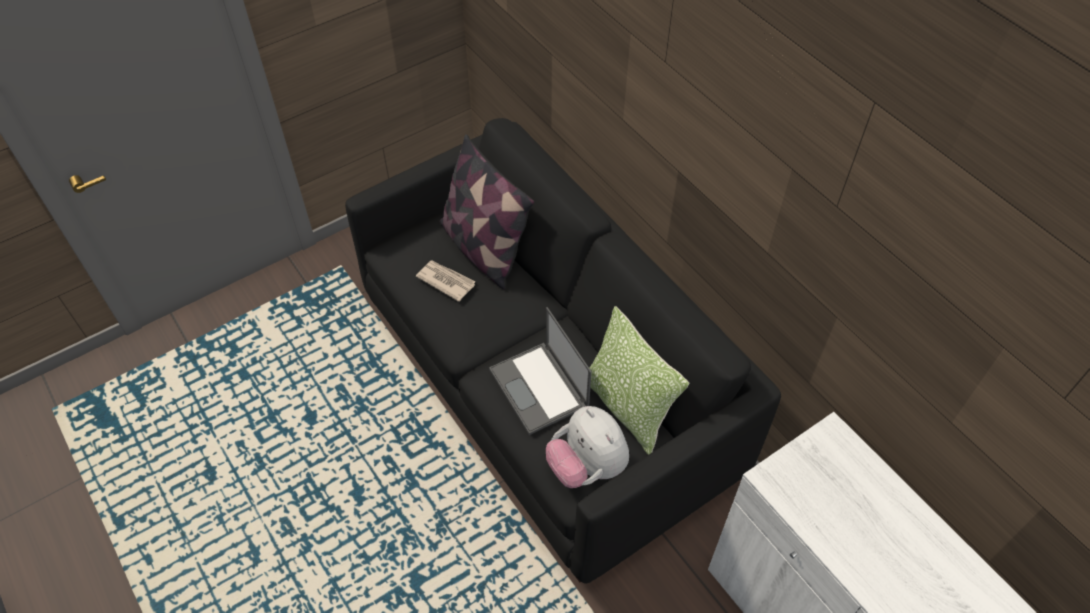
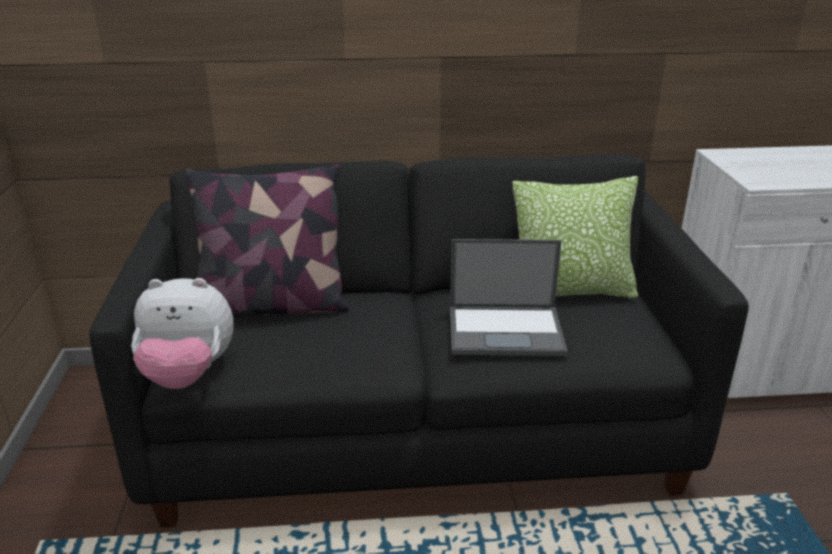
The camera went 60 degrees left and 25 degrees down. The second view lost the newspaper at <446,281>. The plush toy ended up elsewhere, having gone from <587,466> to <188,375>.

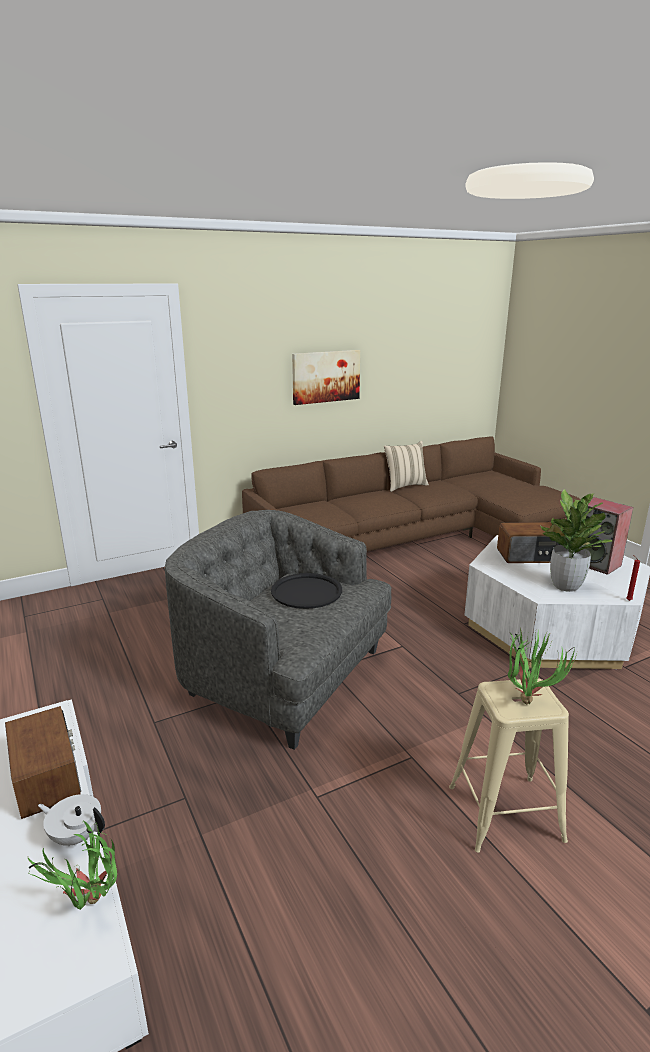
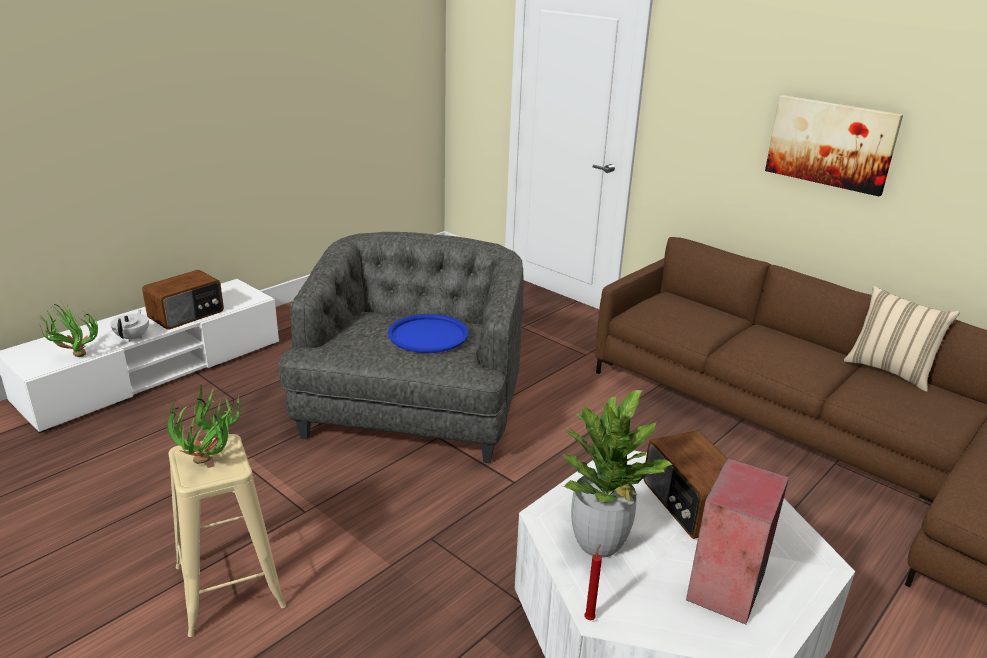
The camera went 70 degrees right and 5 degrees up. What was the tray in black at <306,592> turned into the tray in blue at <428,334>.

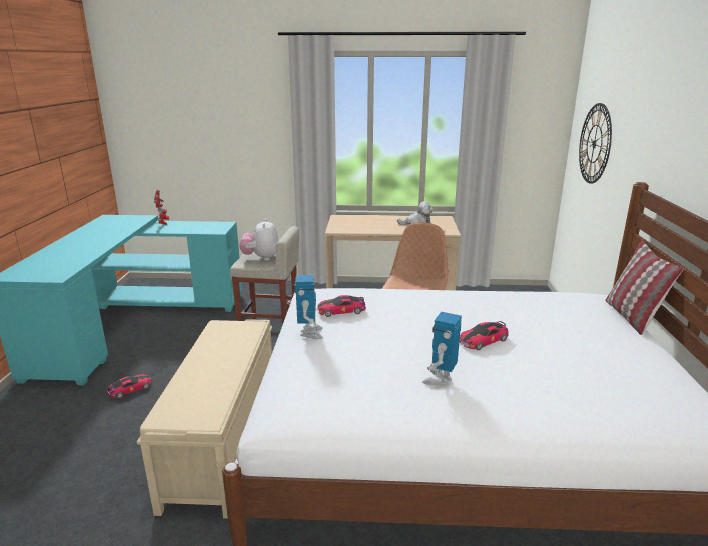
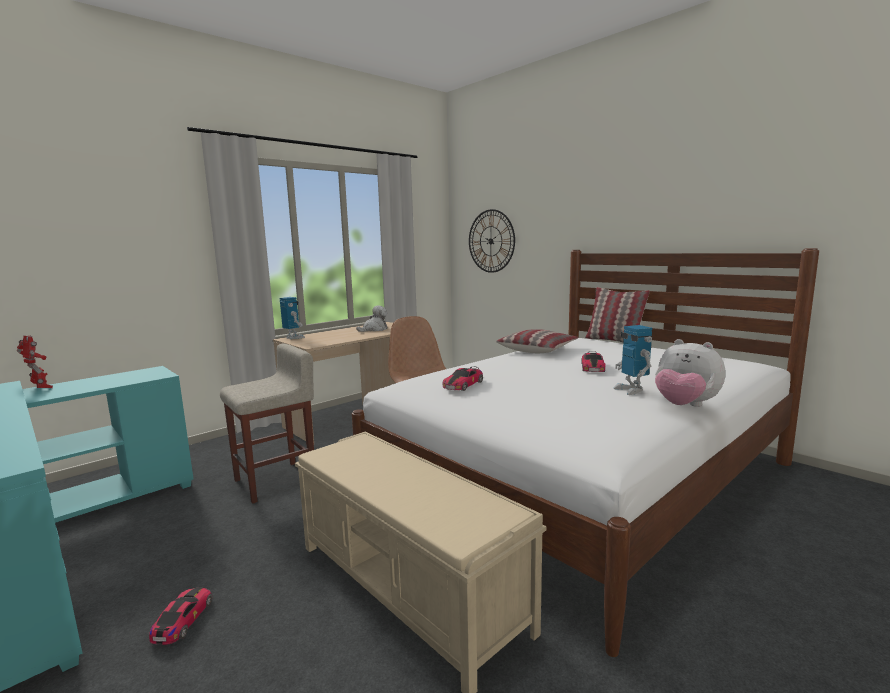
The camera went 45 degrees left and 10 degrees down. The plush toy ended up elsewhere, having gone from <261,258> to <685,406>. The toy robot ended up elsewhere, having gone from <309,333> to <293,338>. The second view gained the pillow at <537,349>.

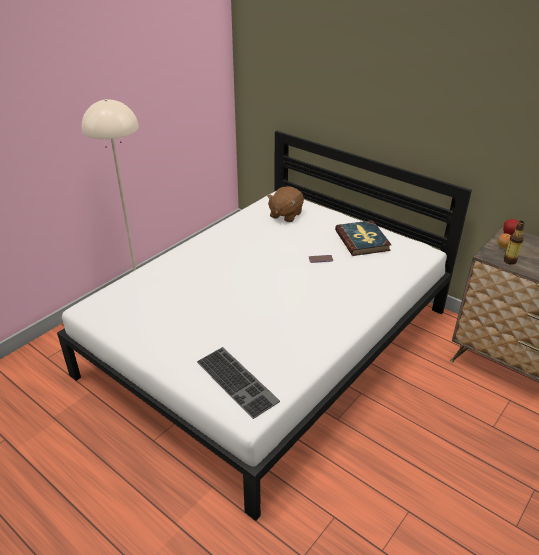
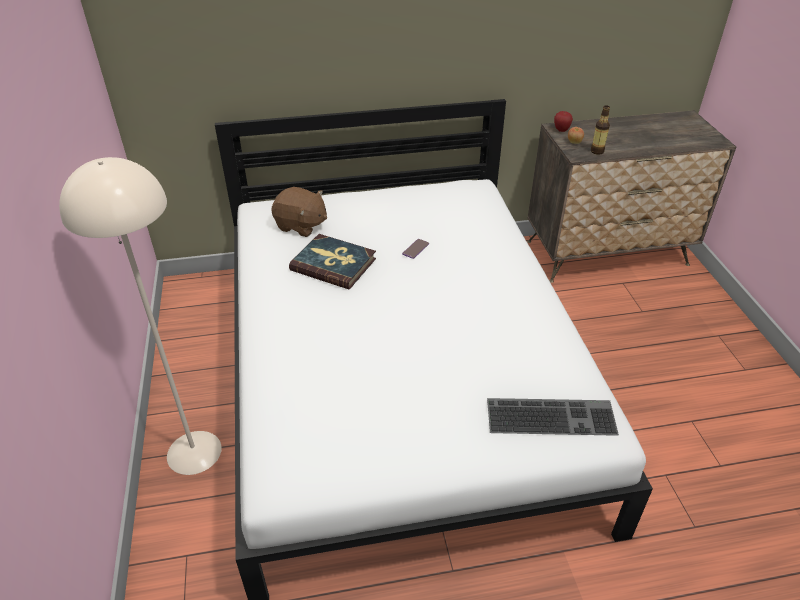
The camera went 50 degrees left and 5 degrees up. The plush toy in brown at <285,215> ended up facing another way, 45 degrees counterclockwise from before. The book ended up elsewhere, having gone from <362,240> to <333,264>.

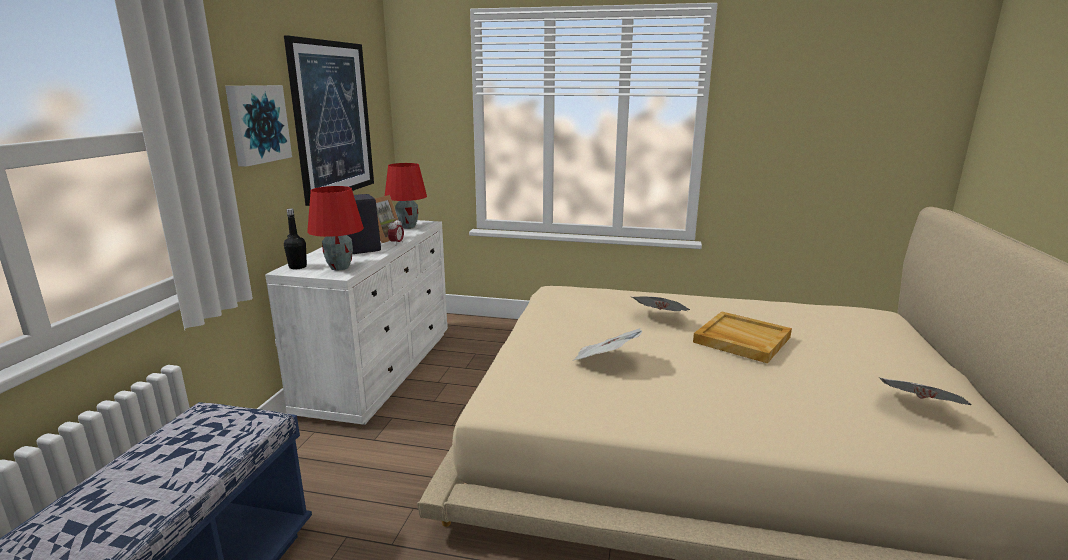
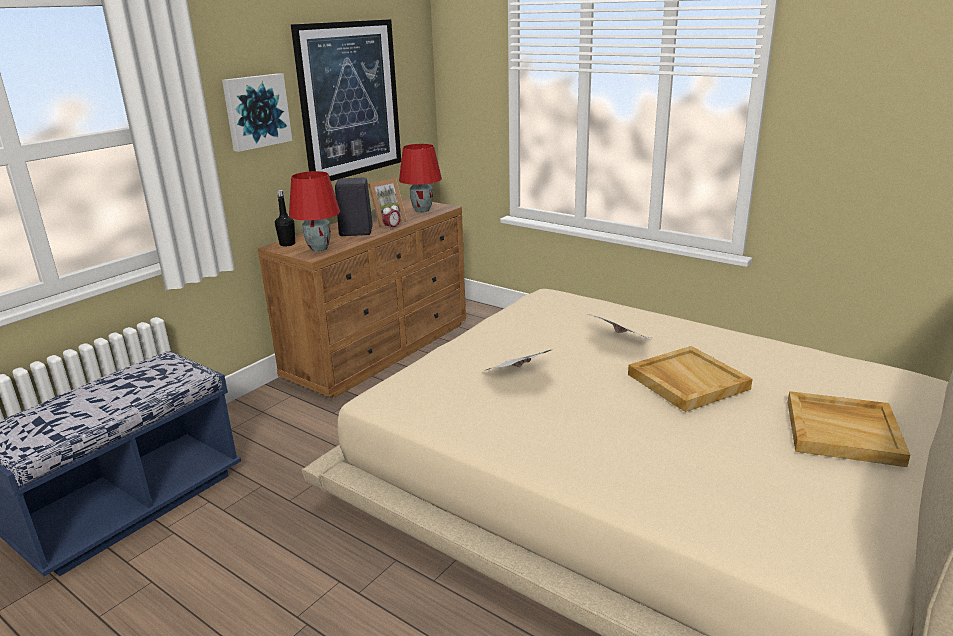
The camera went 25 degrees right and 5 degrees up. What was the dresser in white at <380,369> turned into the dresser in brown at <380,349>. The second view lost the newspaper at <918,410>. The second view gained the tray in beige at <843,431>.

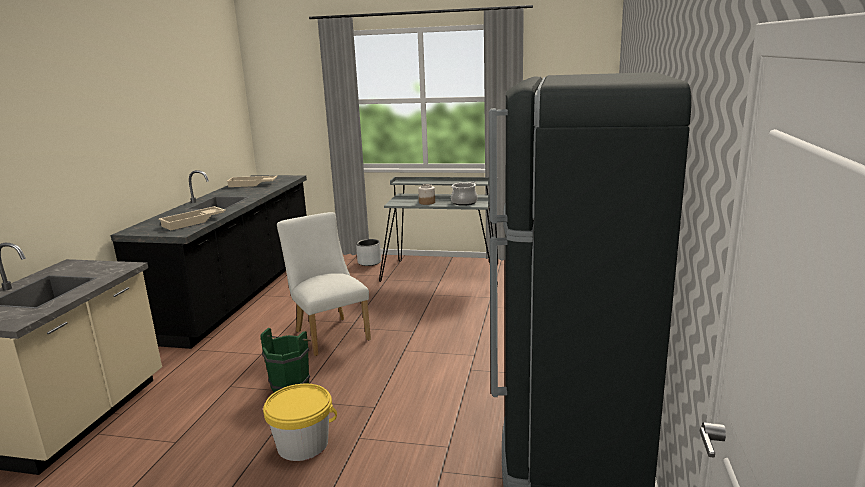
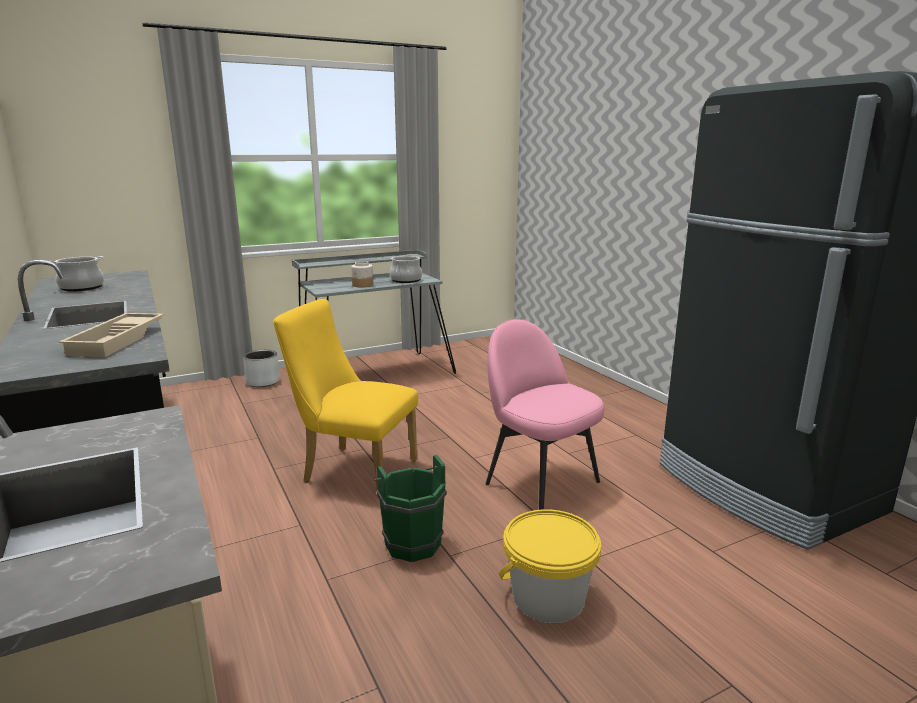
The camera went 40 degrees left and 0 degrees up. Where the tray in beige stood at <252,184>, the cooking pot came to stand at <81,288>. What was the chair in white at <329,333> turned into the chair in yellow at <353,470>. The second view gained the chair in pink at <540,481>.

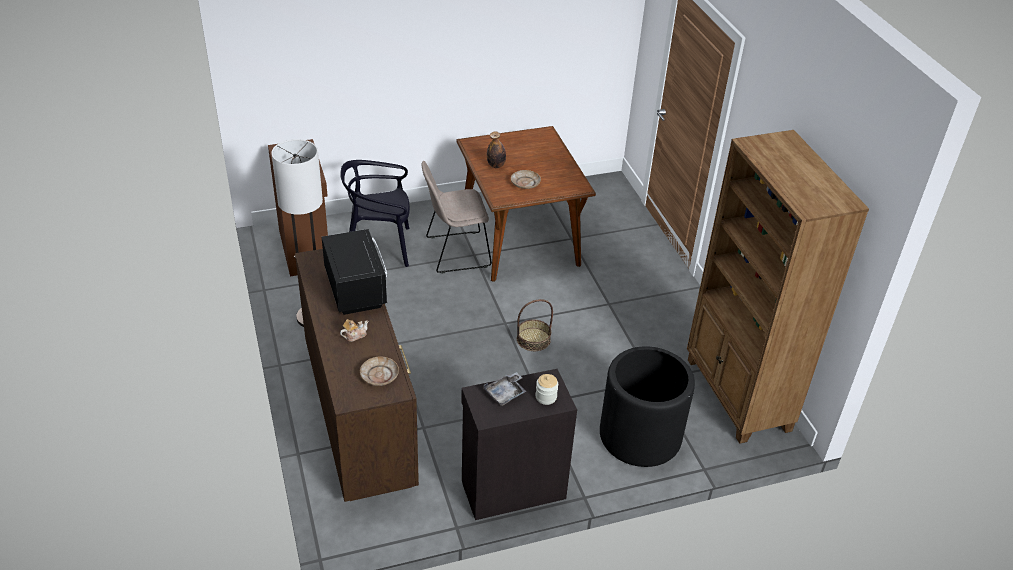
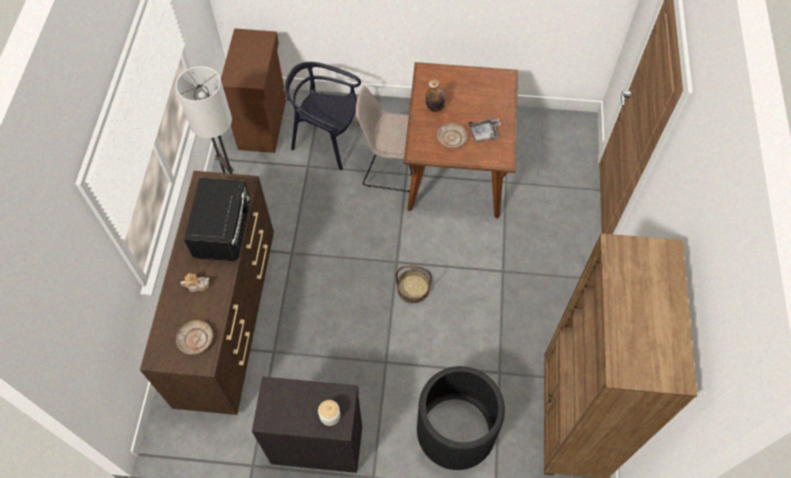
The camera went 25 degrees right and 20 degrees up. The tray in grey ended up elsewhere, having gone from <505,393> to <484,133>.

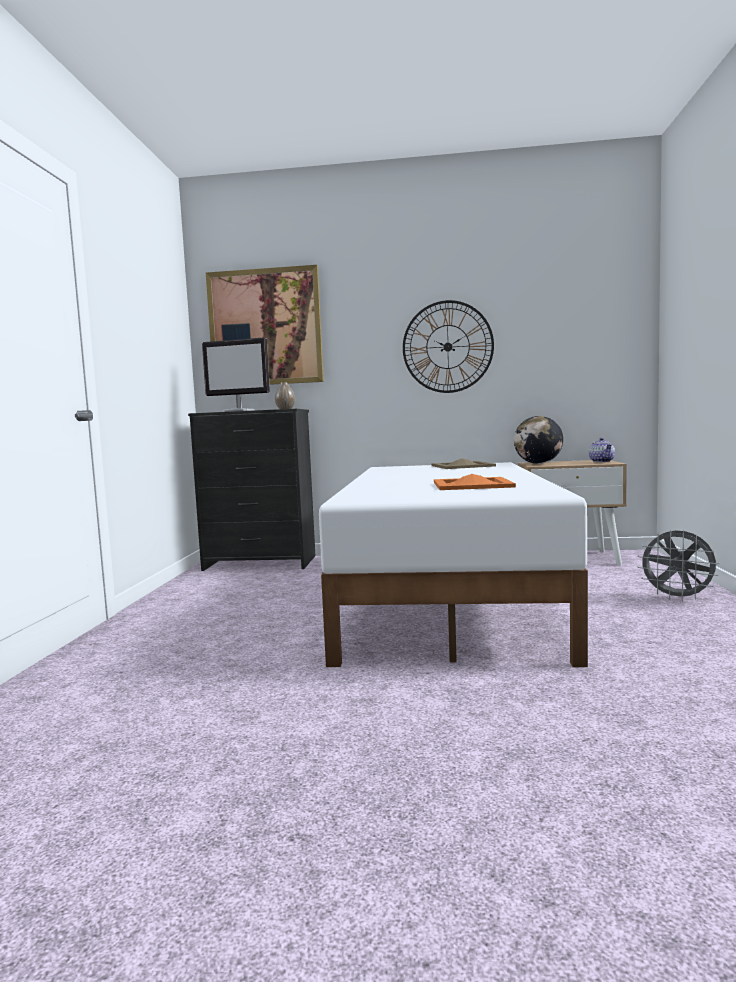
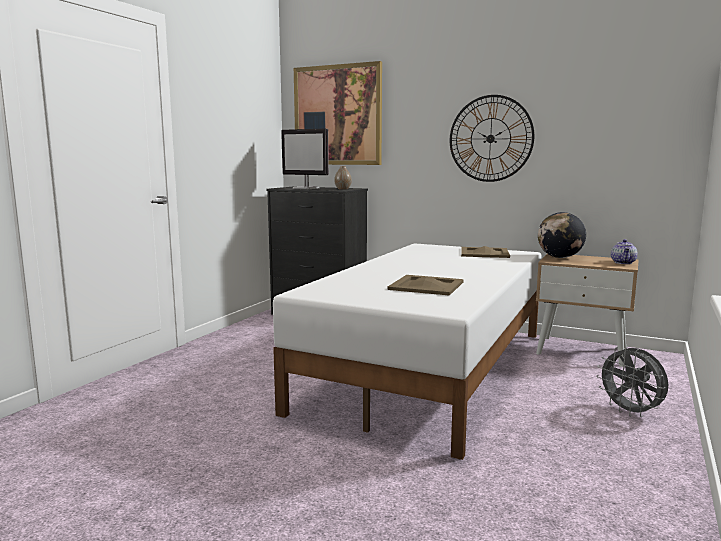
The camera went 20 degrees right and 5 degrees up. What was the tray in orange at <472,484> turned into the tray in beige at <427,285>.

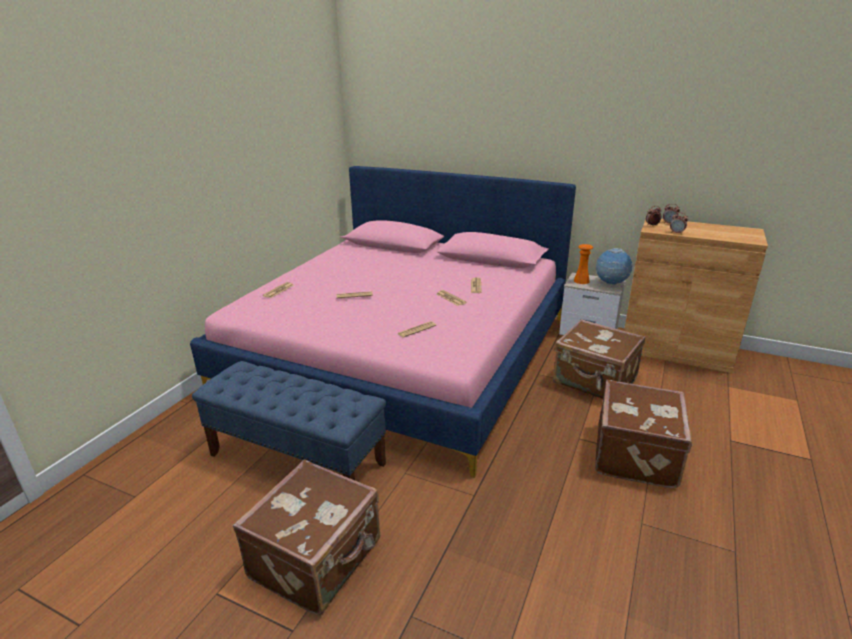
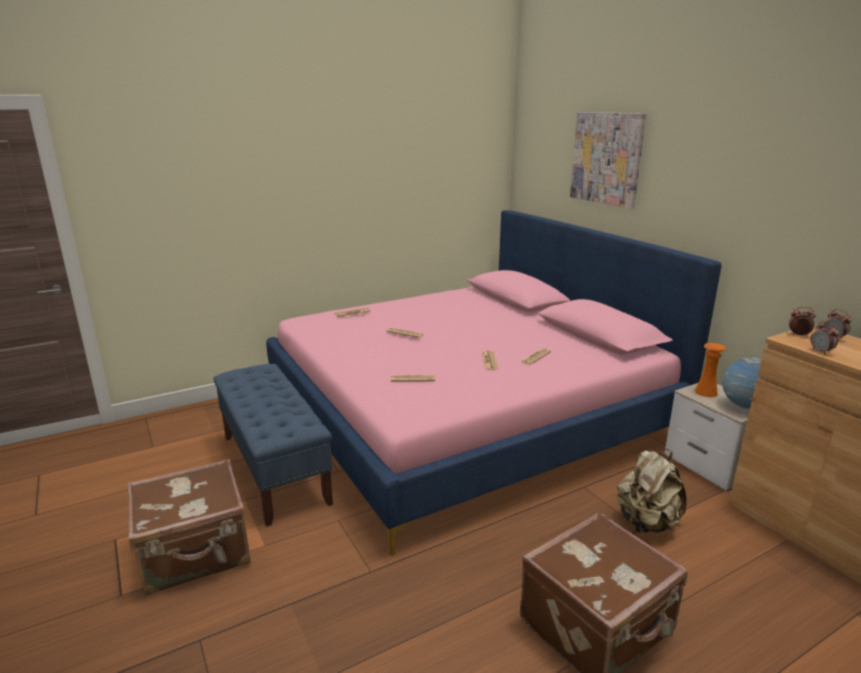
The camera went 35 degrees right and 5 degrees down. Where the suitcase in brown stood at <595,381>, the backpack in beige came to stand at <647,523>. The second view gained the picture at <606,158>.

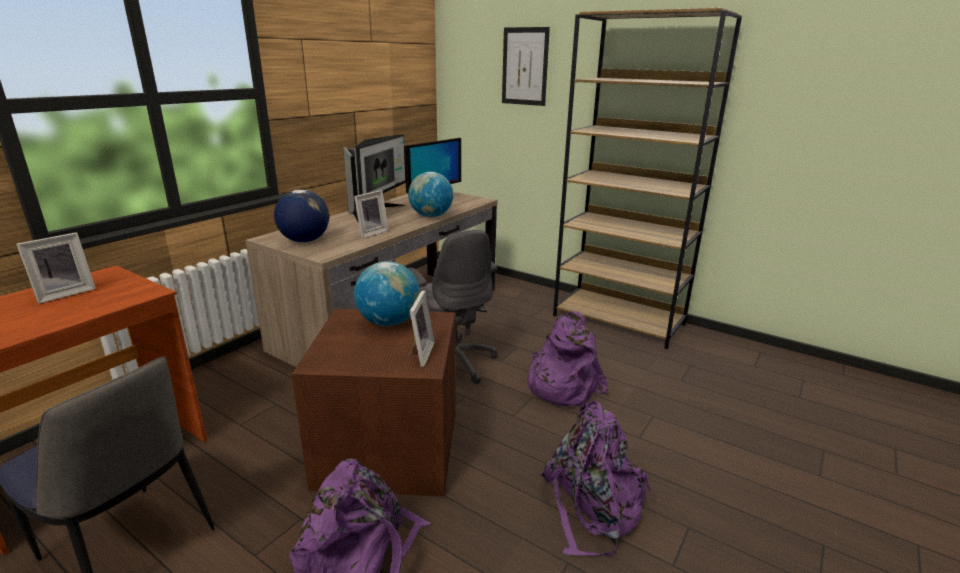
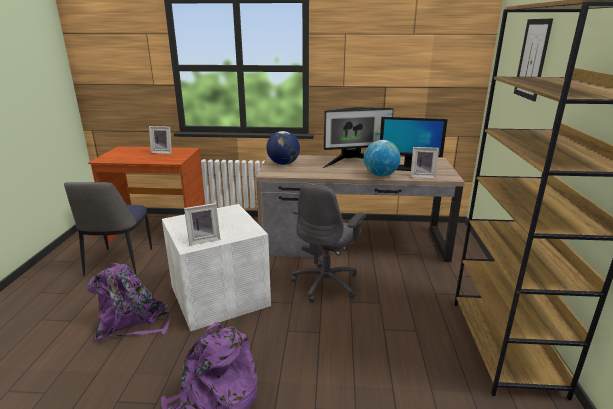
The camera went 60 degrees right and 0 degrees up. What was the storage box in brown at <387,446> turned into the storage box in white at <220,295>. The picture frame ended up elsewhere, having gone from <371,233> to <422,176>. The second view lost the globe at <389,322>. The second view lost the backpack in purple at <561,385>.

